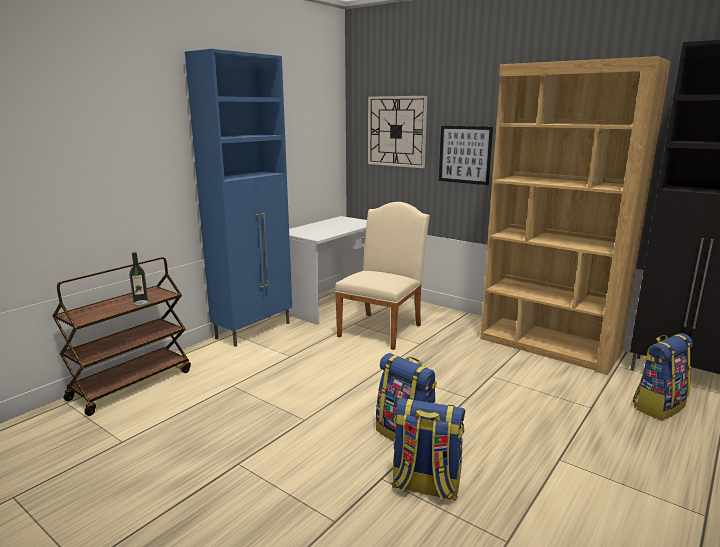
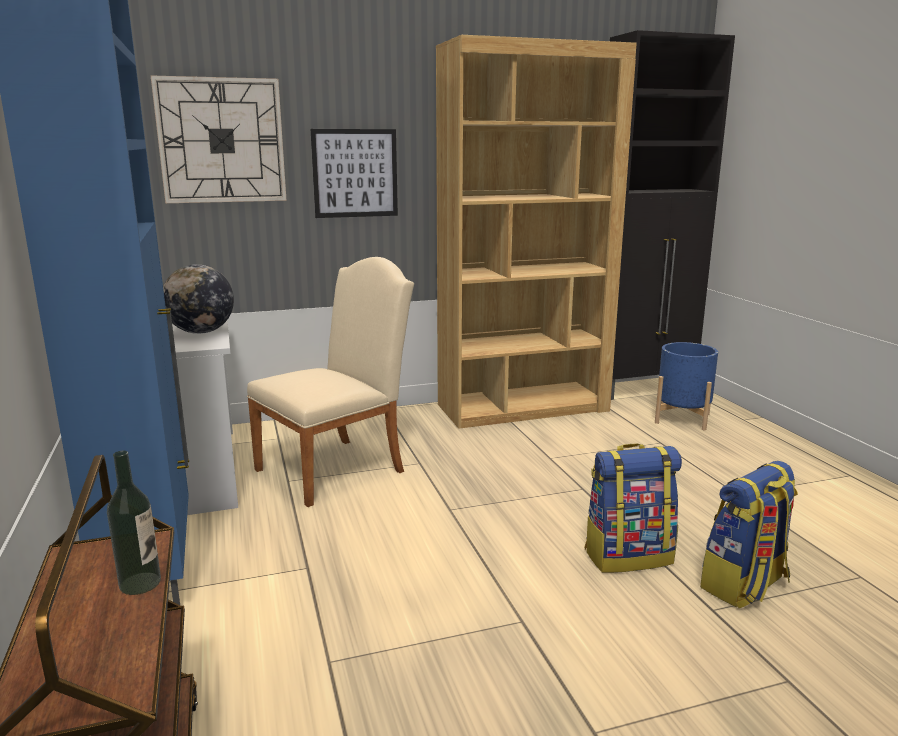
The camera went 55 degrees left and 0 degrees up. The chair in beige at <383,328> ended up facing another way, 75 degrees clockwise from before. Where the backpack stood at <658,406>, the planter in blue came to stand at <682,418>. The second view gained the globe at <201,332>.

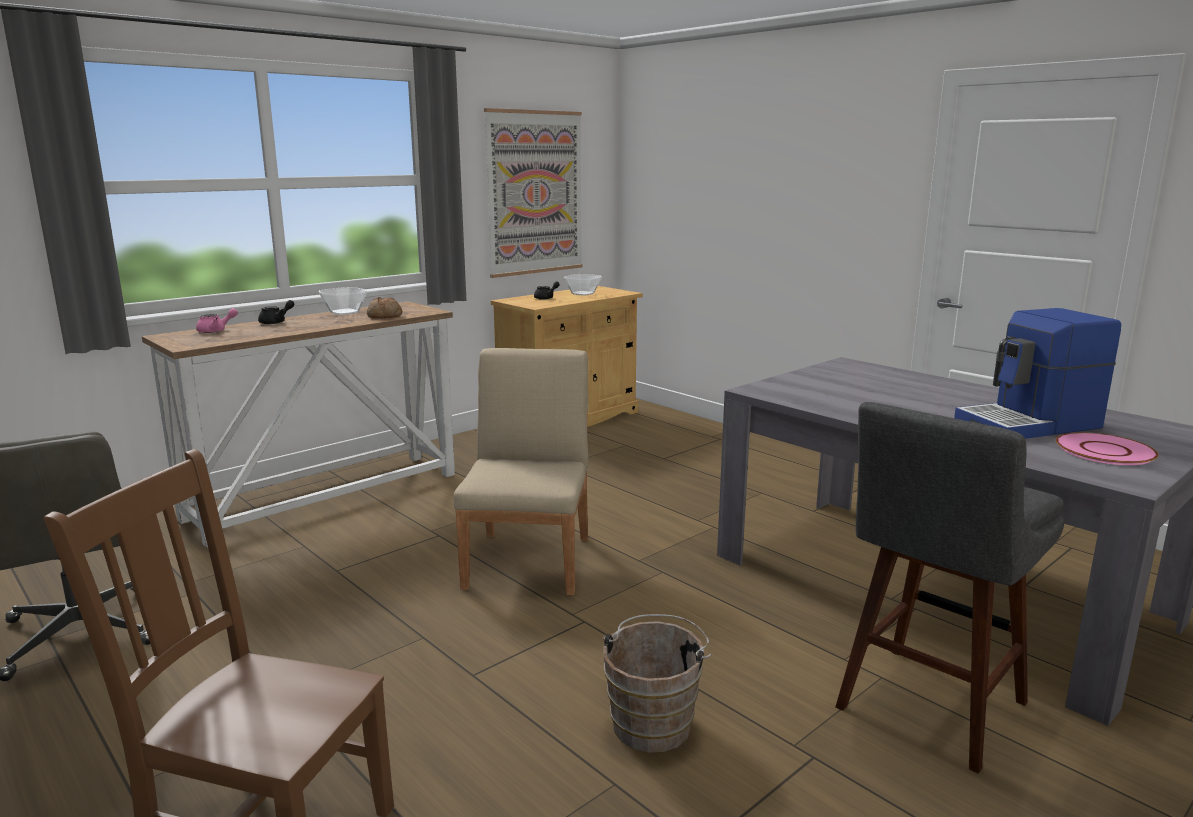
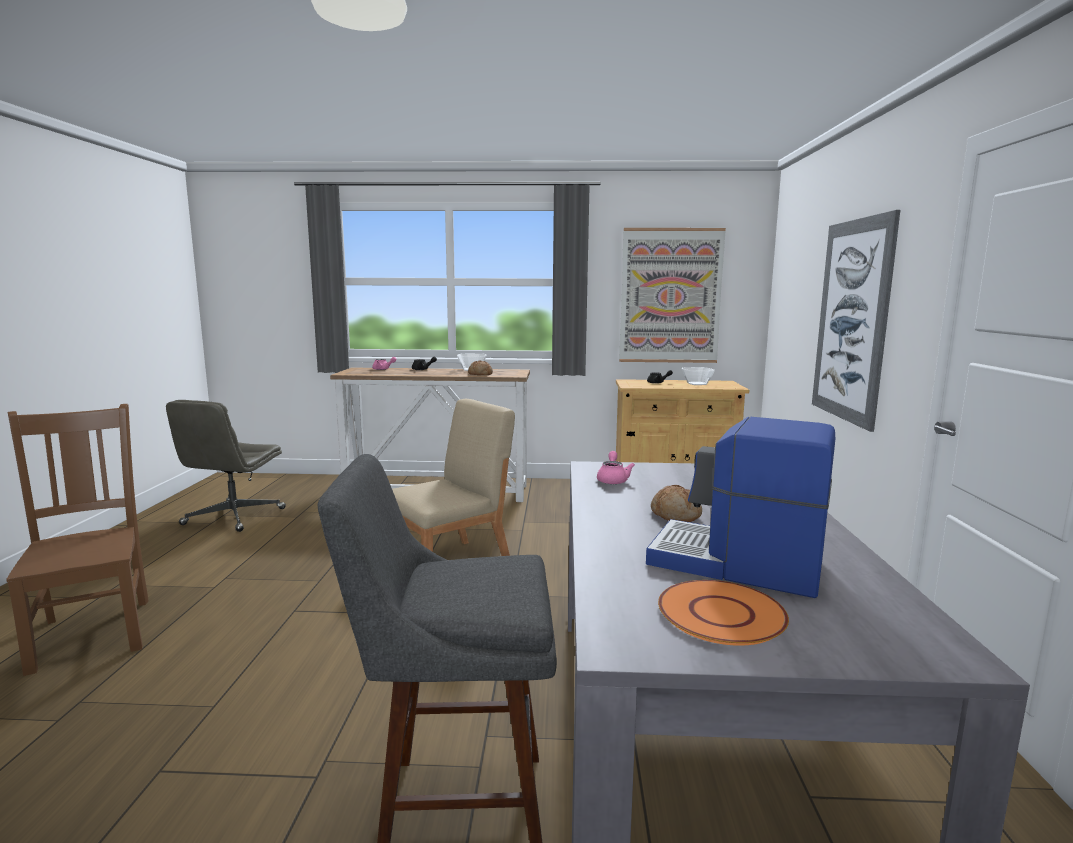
The camera went 45 degrees right and 5 degrees down. The second view lost the bucket in brown at <654,722>. What was the plate in pink at <1104,450> turned into the plate in orange at <720,613>. The second view gained the teapot in pink at <613,479>. The second view gained the bread at <676,515>. The second view gained the picture at <851,320>.

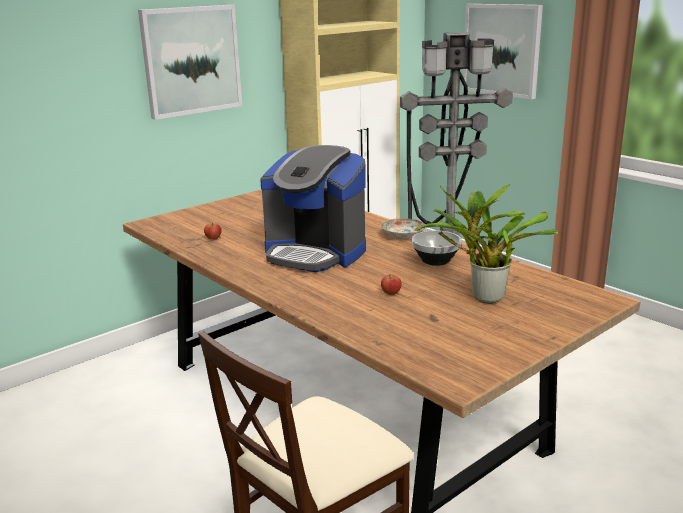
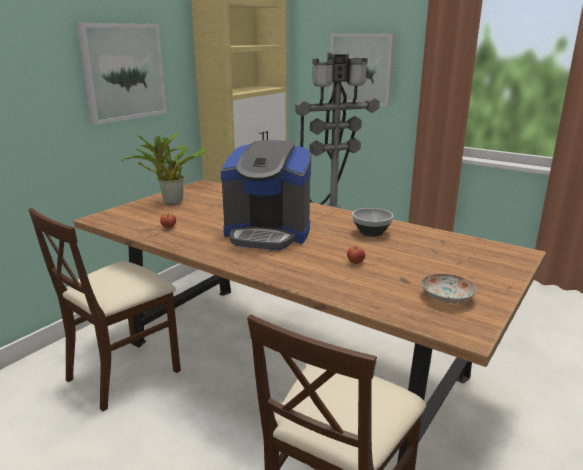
The camera went 15 degrees left and 0 degrees up. The plate ended up elsewhere, having gone from <403,236> to <447,297>. The potted plant ended up elsewhere, having gone from <483,297> to <170,202>. The second view gained the chair in beige at <124,373>.

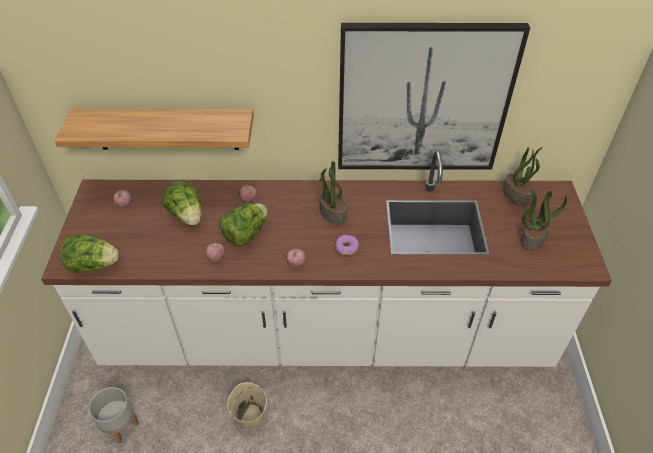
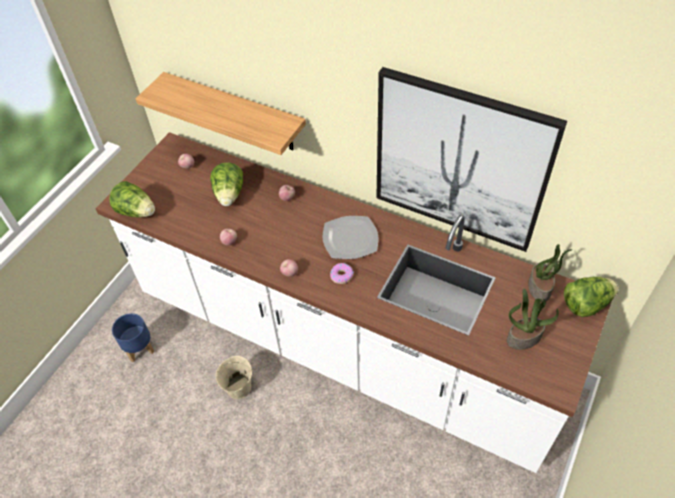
The camera went 30 degrees right and 5 degrees up. What was the planter in grey at <121,425> turned into the planter in blue at <140,348>. The lettuce ended up elsewhere, having gone from <246,234> to <586,304>. Where the potted plant stood at <332,213>, the plate came to stand at <349,238>.

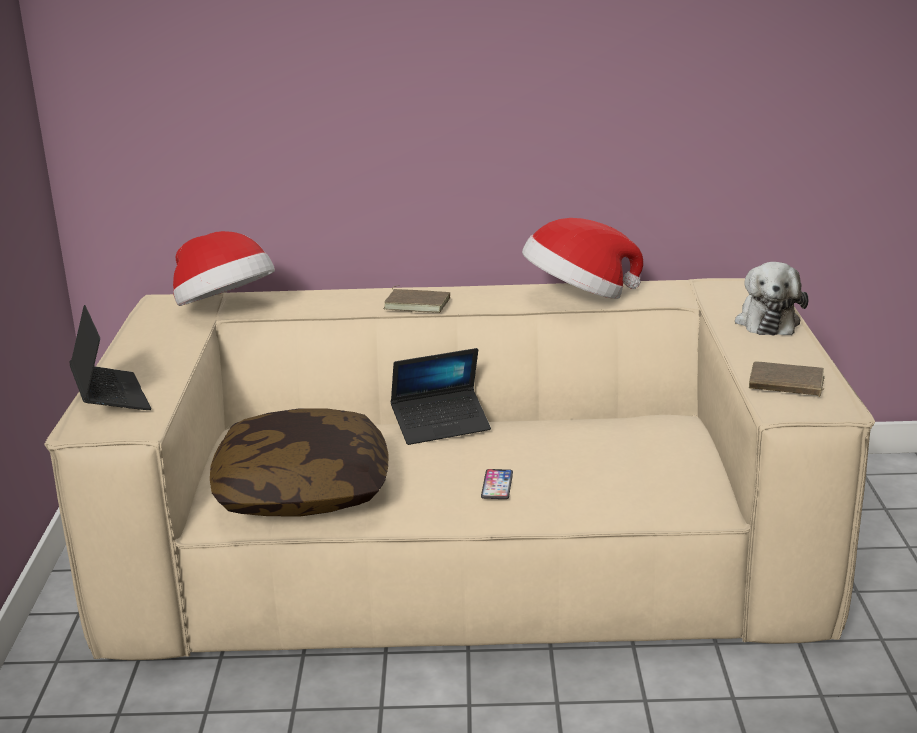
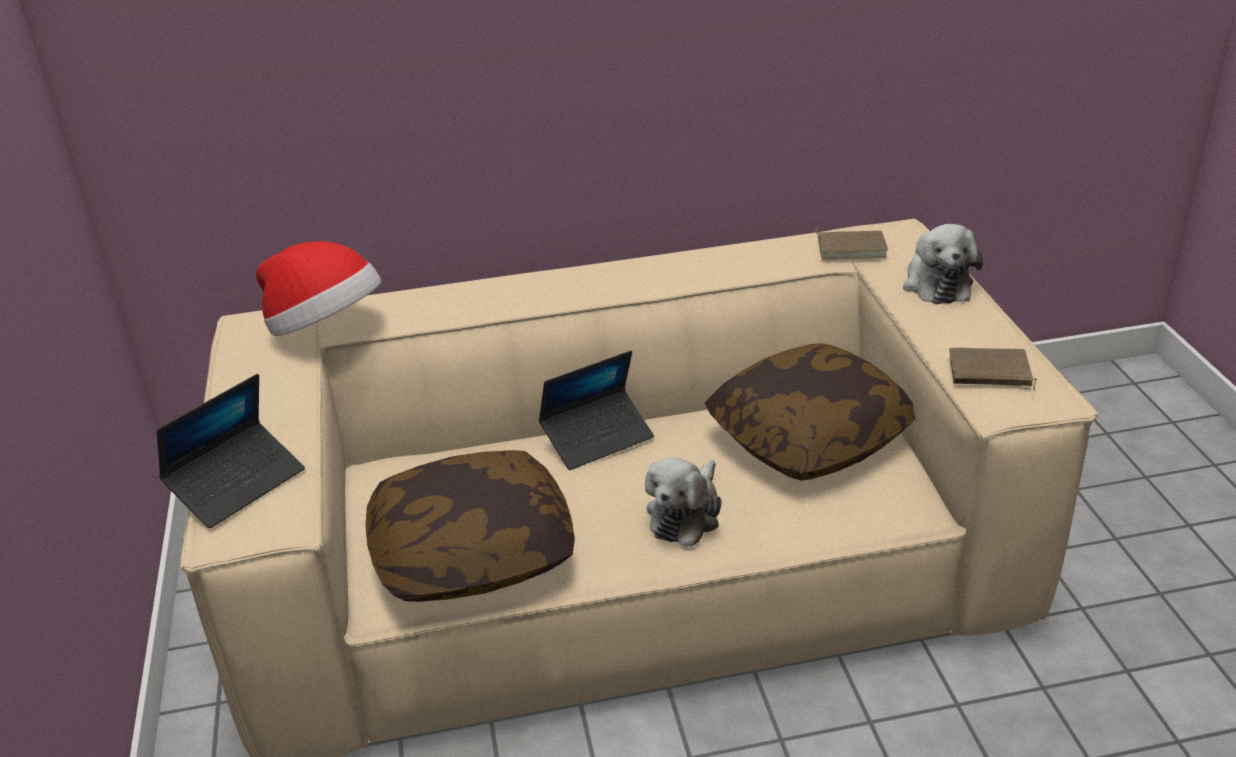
The camera went 10 degrees left and 10 degrees up. The laptop at <110,397> ended up facing another way, 75 degrees clockwise from before. The book in brown ended up elsewhere, having gone from <418,303> to <851,247>. Where the phone stood at <497,485>, the plush toy came to stand at <686,514>. The second view lost the hat at <578,296>. The second view gained the pillow at <810,437>.

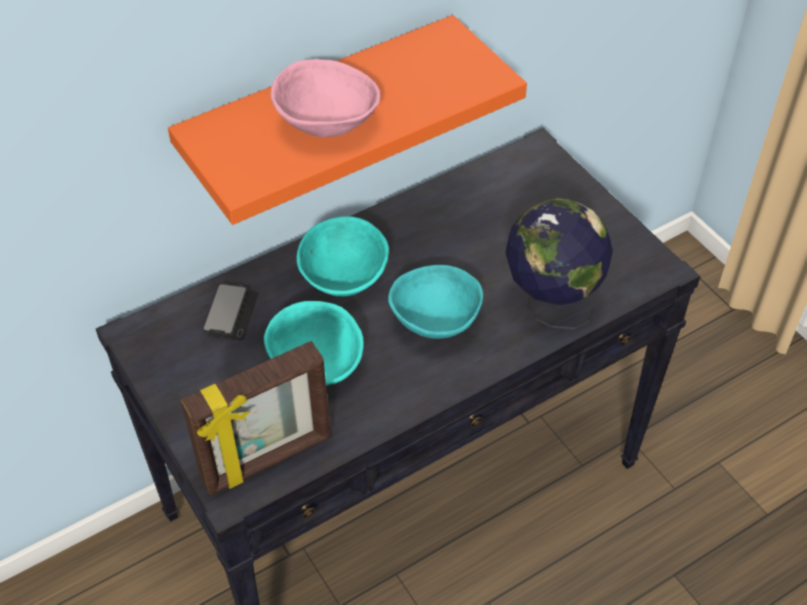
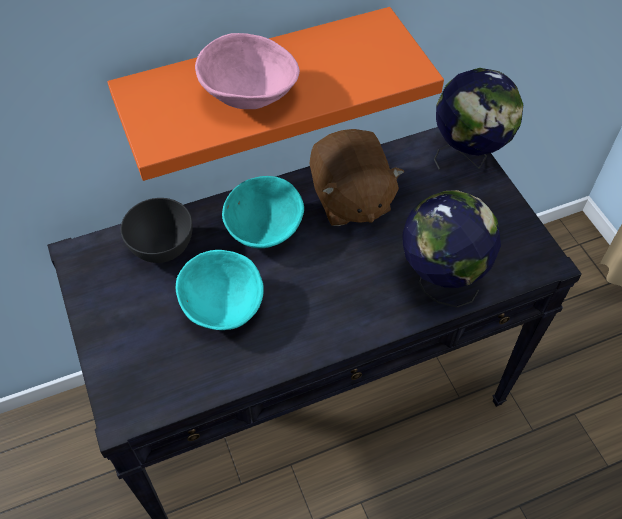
The camera went 10 degrees right and 5 degrees up. The second view lost the picture frame at <267,460>. Where the phone stood at <231,313>, the bowl in grey came to stand at <162,247>. The second view lost the bowl in turquoise at <435,321>. The second view gained the plush toy in brown at <350,199>. The second view gained the globe at <467,157>.

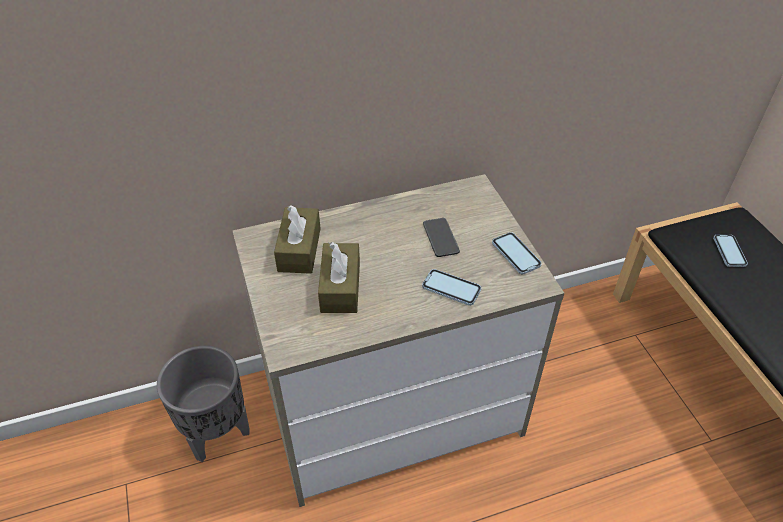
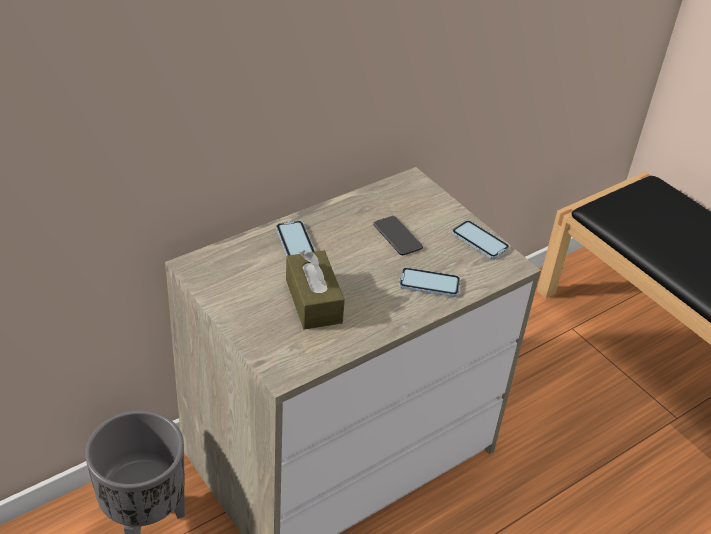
The camera went 20 degrees left and 5 degrees down. The second view lost the tissue box in brown at <299,249>. The phone ended up elsewhere, having gone from <729,251> to <295,242>.

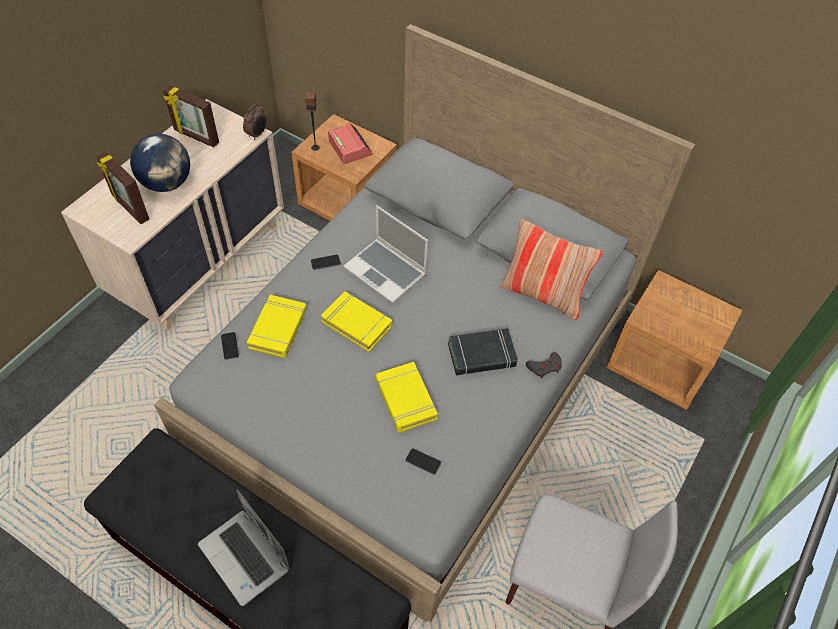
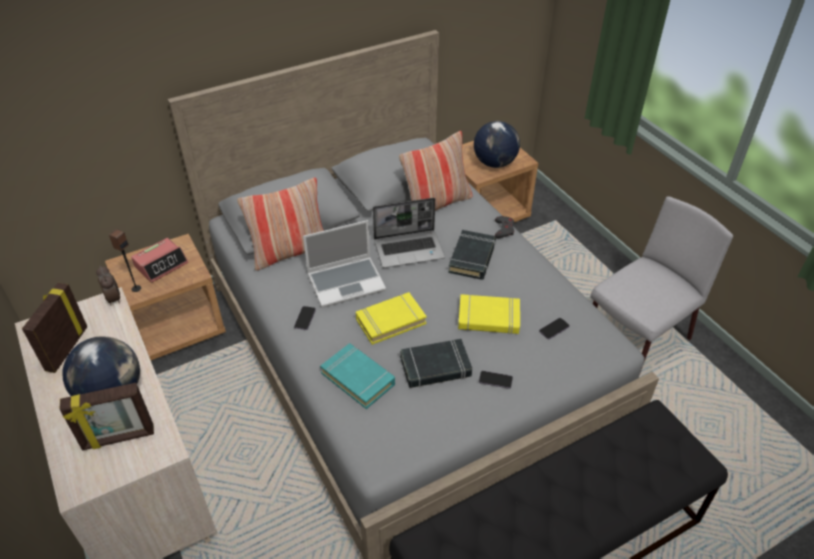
The camera went 60 degrees left and 10 degrees down. The picture frame at <196,137> ended up facing another way, 135 degrees clockwise from before. The laptop ended up elsewhere, having gone from <246,557> to <409,249>. The phone ended up elsewhere, having gone from <230,346> to <495,380>. What was the book in yellow at <278,329> turned into the book in turquoise at <358,378>. The alarm clock at <350,147> ended up facing another way, 135 degrees clockwise from before. The second view gained the pillow at <290,252>. The second view gained the book in black at <435,367>. The second view gained the globe at <494,163>.

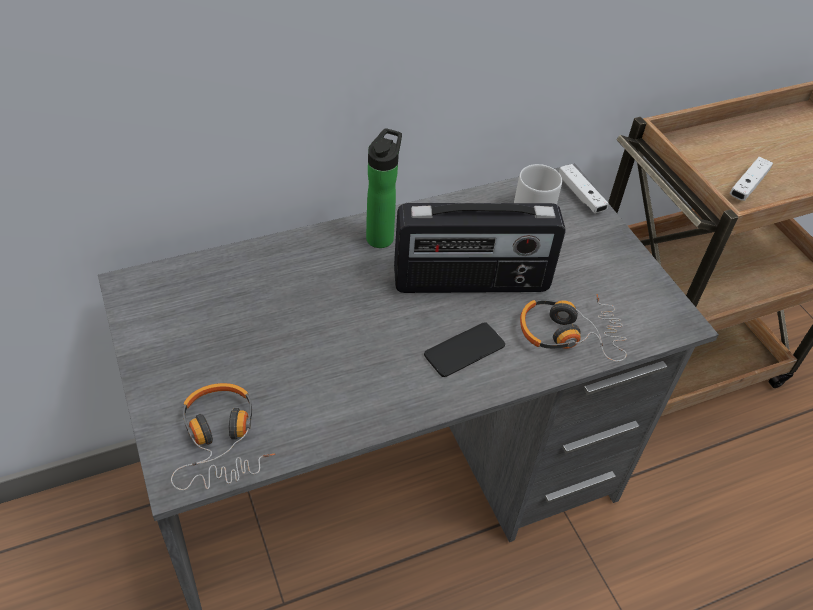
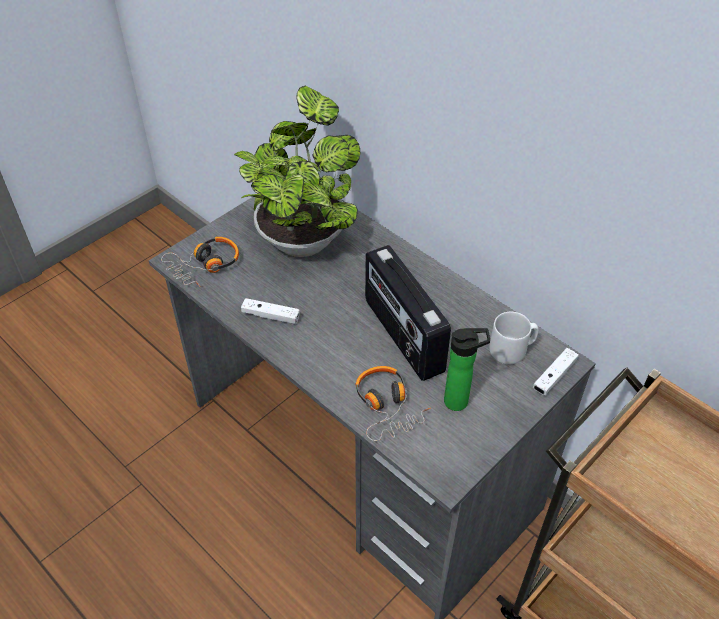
The camera went 70 degrees right and 0 degrees up. The bottle ended up elsewhere, having gone from <381,236> to <460,401>. The second view lost the phone at <464,350>. The game controller in white ended up elsewhere, having gone from <748,185> to <271,316>. The second view gained the potted plant at <303,236>.

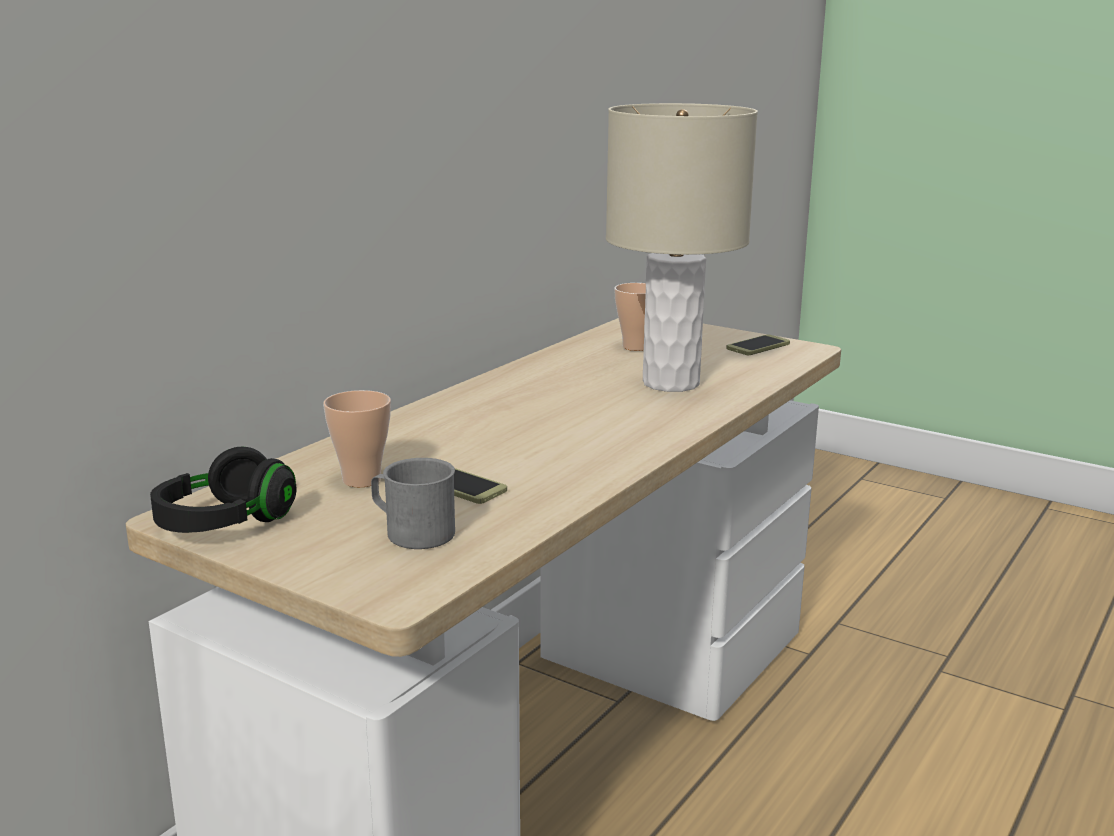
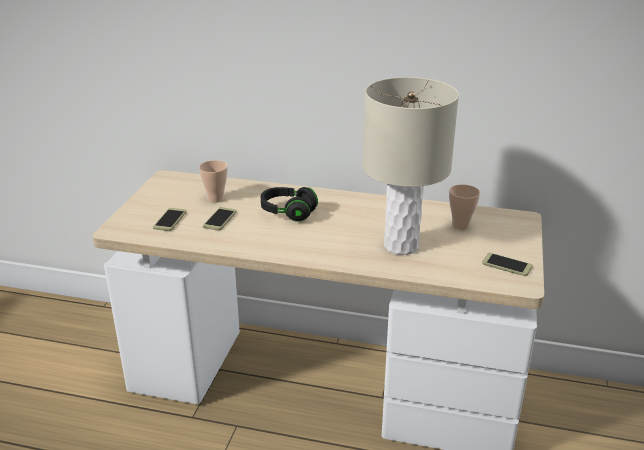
The camera went 70 degrees right and 10 degrees up. The headphones in black ended up elsewhere, having gone from <224,523> to <288,212>. Where the mug in grey stood at <412,531>, the phone came to stand at <170,220>.

